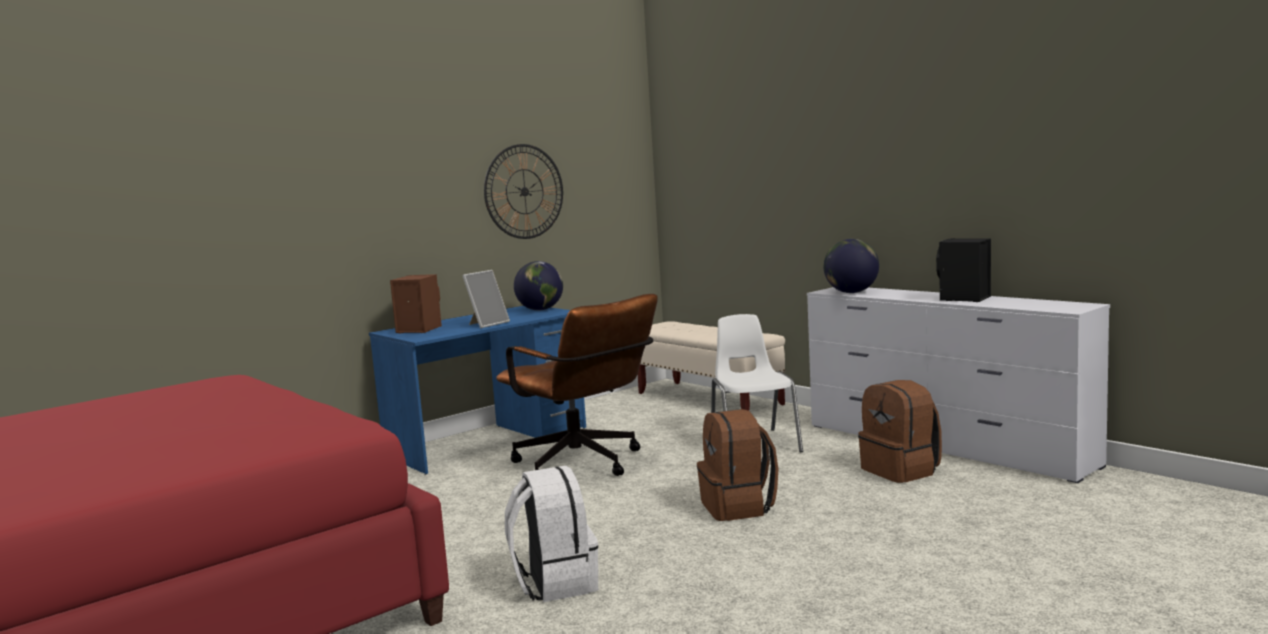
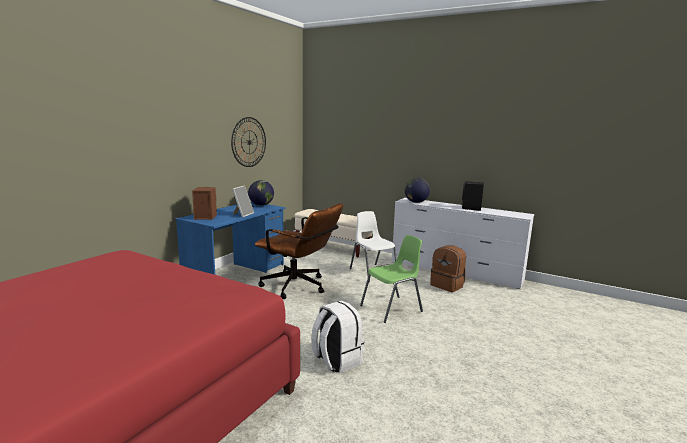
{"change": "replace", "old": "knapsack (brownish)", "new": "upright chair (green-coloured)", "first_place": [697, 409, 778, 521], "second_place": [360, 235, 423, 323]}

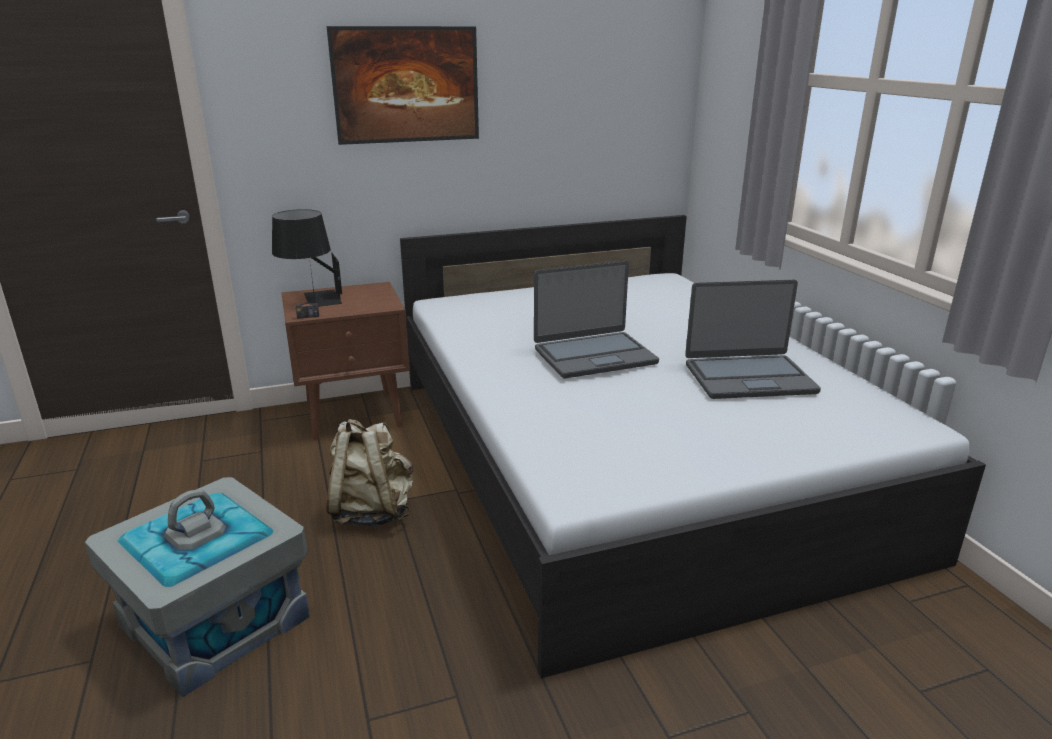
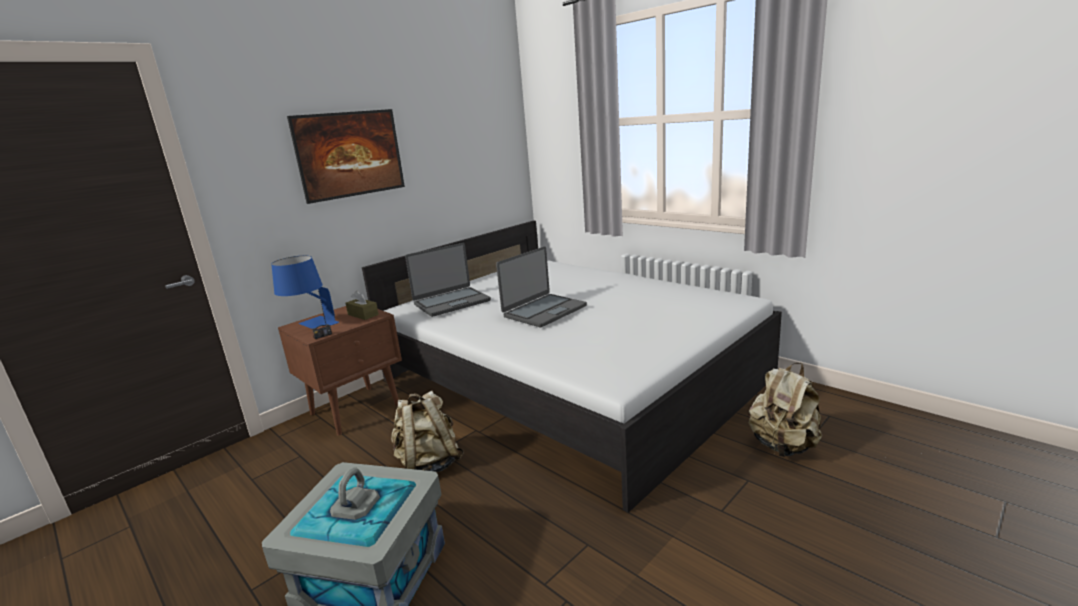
{"change": "recolor", "old": "tabletop lamp (black)", "new": "tabletop lamp (blue-coloured)", "first_place": [272, 209, 342, 307], "second_place": [271, 256, 339, 329]}
{"change": "move", "old": "portable computer", "first_place": [685, 280, 821, 399], "second_place": [405, 243, 491, 317]}
{"change": "insert", "new": "box of tissues (brownish)", "second_place": [346, 291, 379, 320]}
{"change": "insert", "new": "knapsack (beige)", "second_place": [748, 363, 822, 457]}

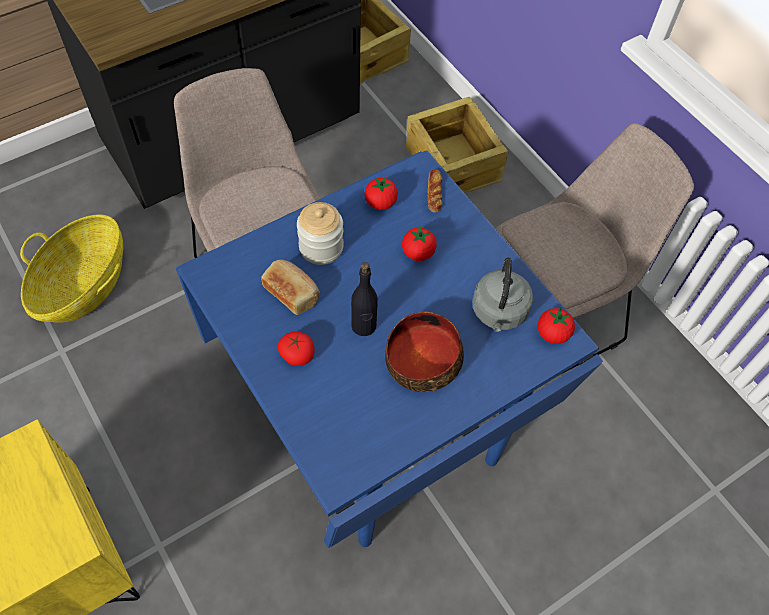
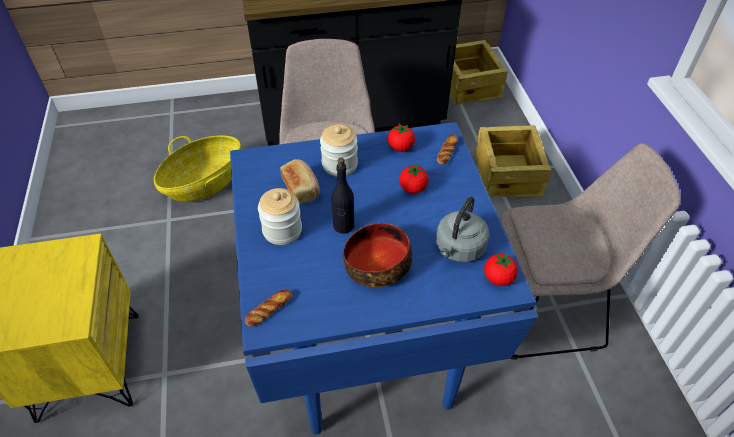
{"change": "replace", "old": "fresh tomato", "new": "storage jar", "first_place": [278, 331, 315, 366], "second_place": [258, 188, 302, 245]}
{"change": "insert", "new": "baked bread", "second_place": [245, 289, 292, 327]}

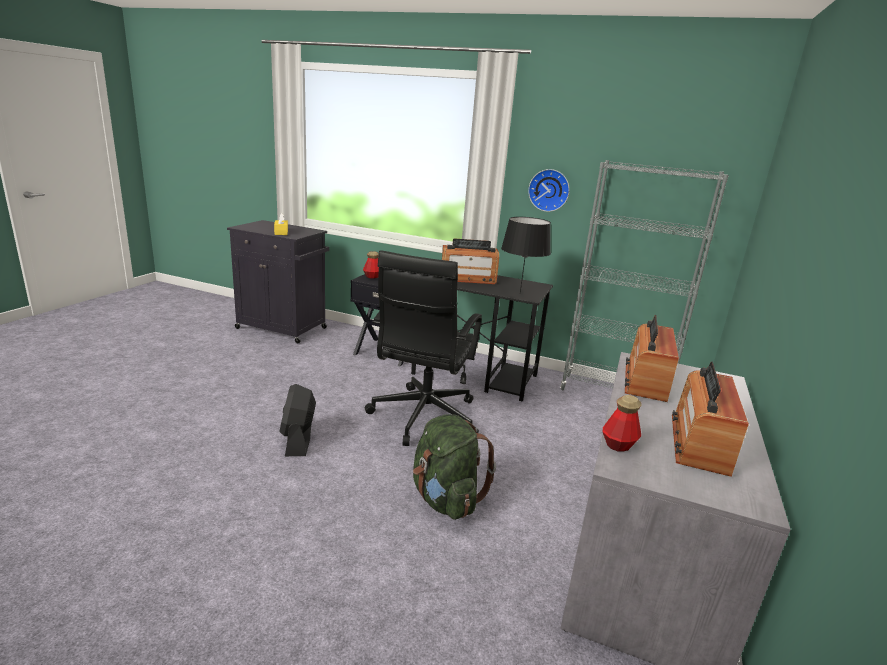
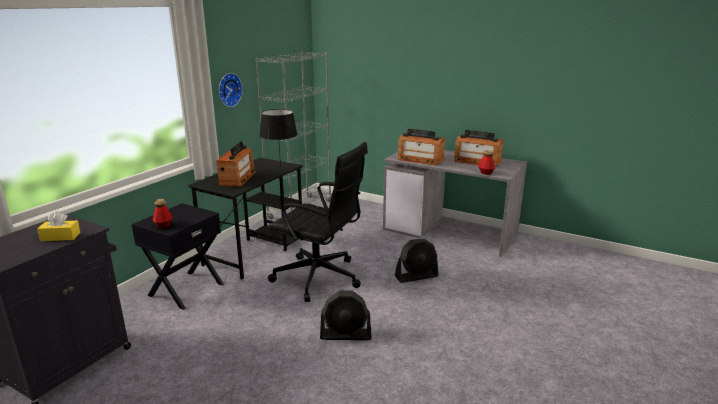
{"change": "replace", "old": "knapsack (green-coloured)", "new": "electric fan (black)", "first_place": [413, 414, 496, 520], "second_place": [395, 239, 439, 283]}

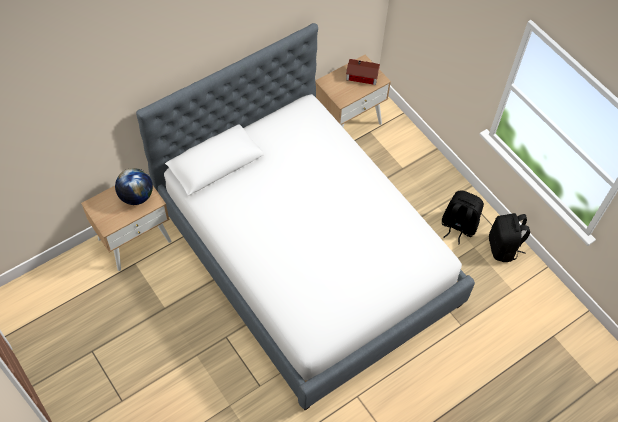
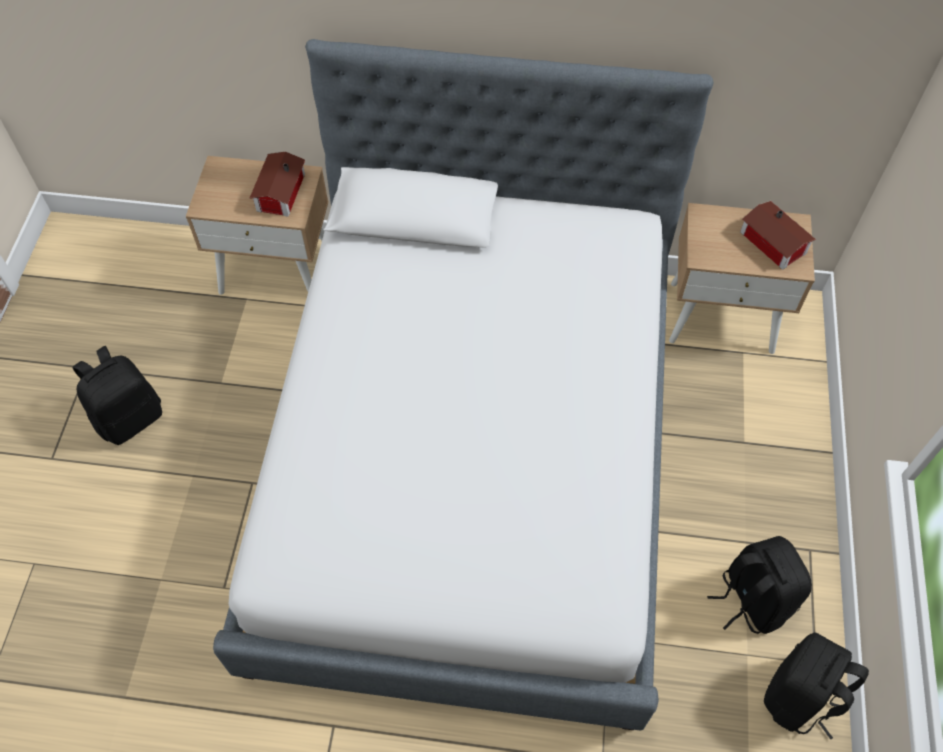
{"change": "replace", "old": "globe", "new": "toy house", "first_place": [115, 168, 153, 205], "second_place": [250, 152, 305, 217]}
{"change": "insert", "new": "knapsack (black)", "second_place": [72, 346, 162, 445]}

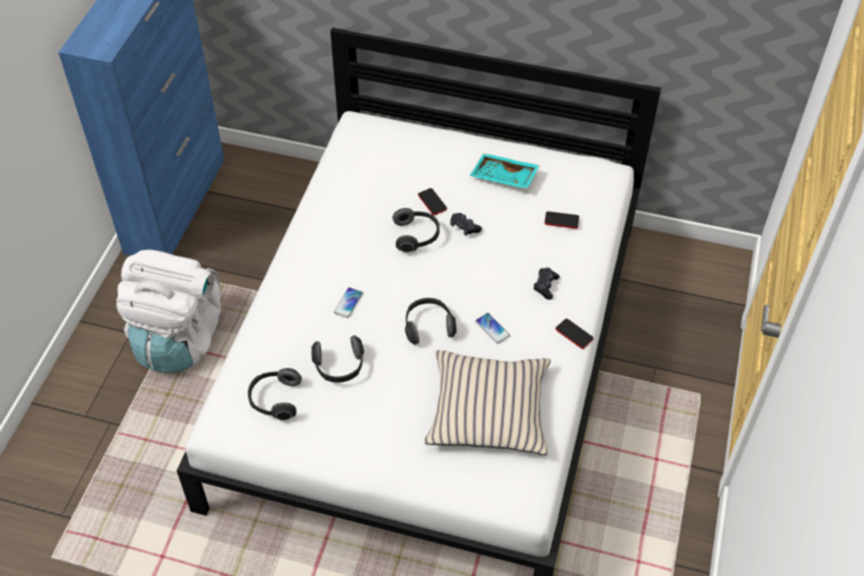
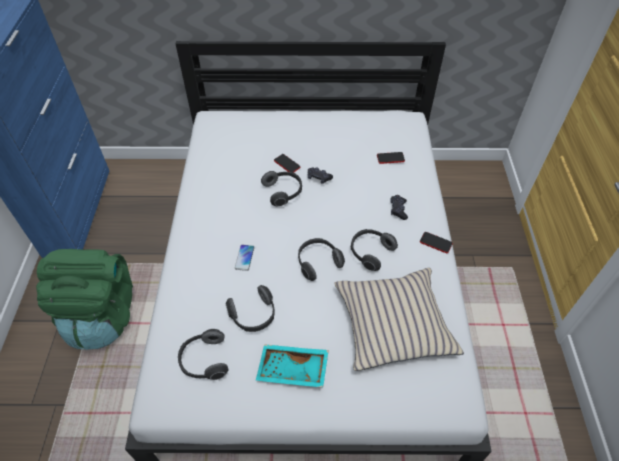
{"change": "recolor", "old": "knapsack (white)", "new": "knapsack (green-coloured)", "first_place": [116, 250, 221, 373], "second_place": [36, 249, 133, 350]}
{"change": "move", "old": "tray (blue-green)", "first_place": [470, 153, 540, 189], "second_place": [256, 344, 329, 388]}
{"change": "replace", "old": "phone", "new": "headphones", "first_place": [475, 313, 510, 344], "second_place": [351, 229, 398, 271]}

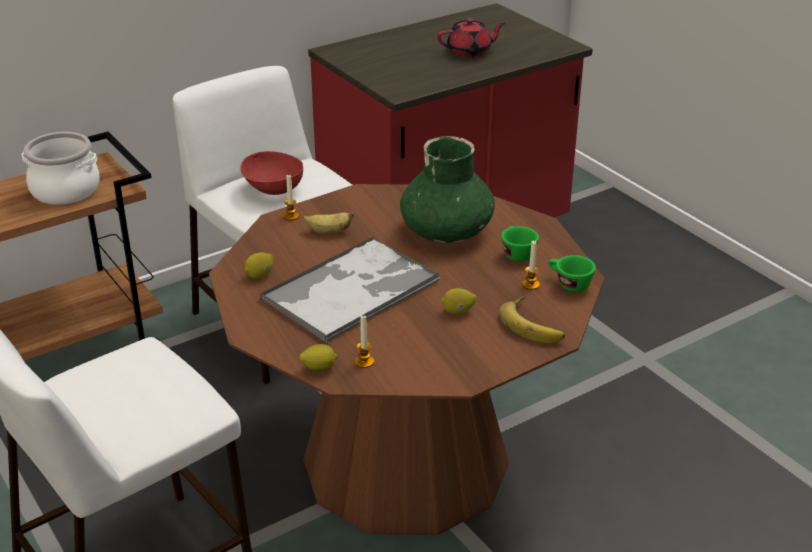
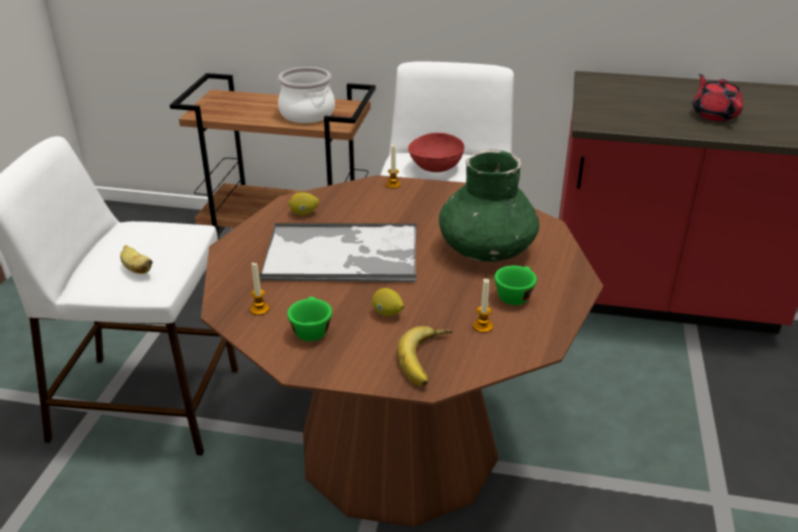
{"change": "delete", "old": "lemon", "first_place": [300, 344, 338, 372]}
{"change": "move", "old": "banana", "first_place": [303, 212, 354, 234], "second_place": [120, 245, 153, 274]}
{"change": "rotate", "old": "teapot (reddish)", "first_place": [437, 18, 506, 57], "second_place": [693, 74, 743, 121], "degrees": -135}
{"change": "move", "old": "cup (green-coloured)", "first_place": [548, 255, 596, 292], "second_place": [287, 297, 332, 341]}

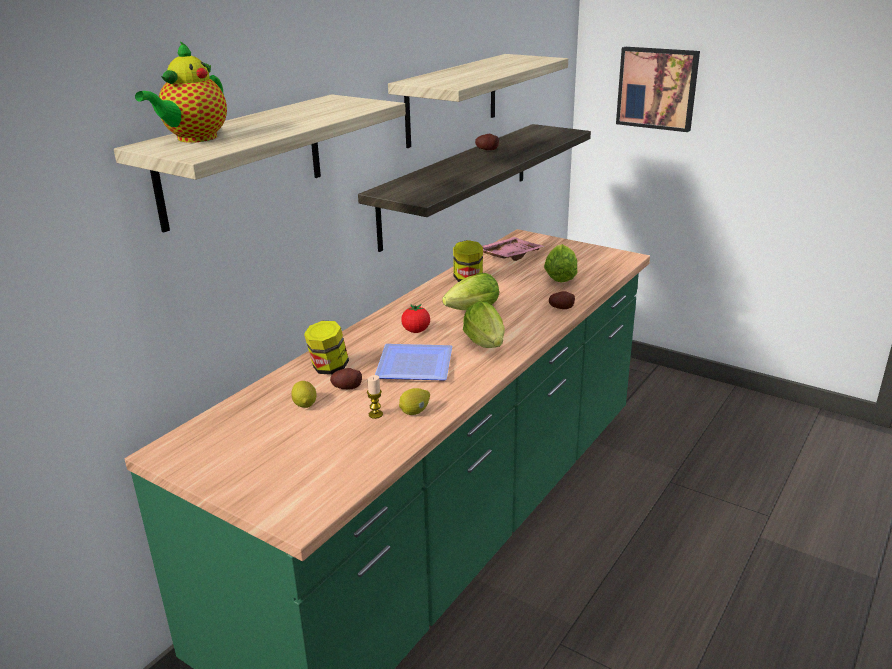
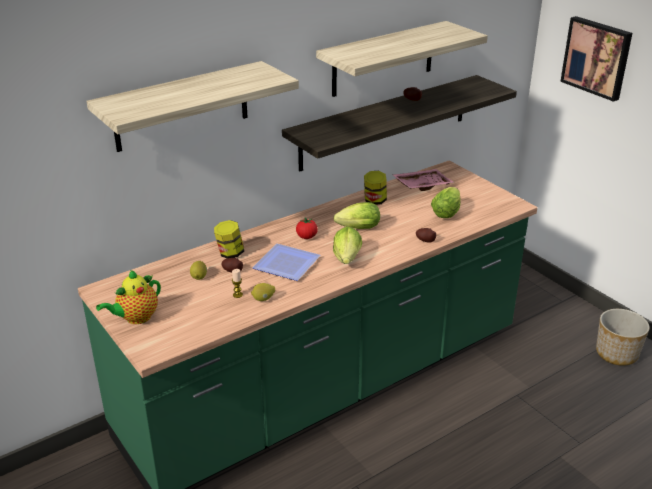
{"change": "move", "old": "teapot", "first_place": [135, 41, 227, 143], "second_place": [96, 270, 161, 324]}
{"change": "insert", "new": "planter", "second_place": [596, 309, 649, 366]}

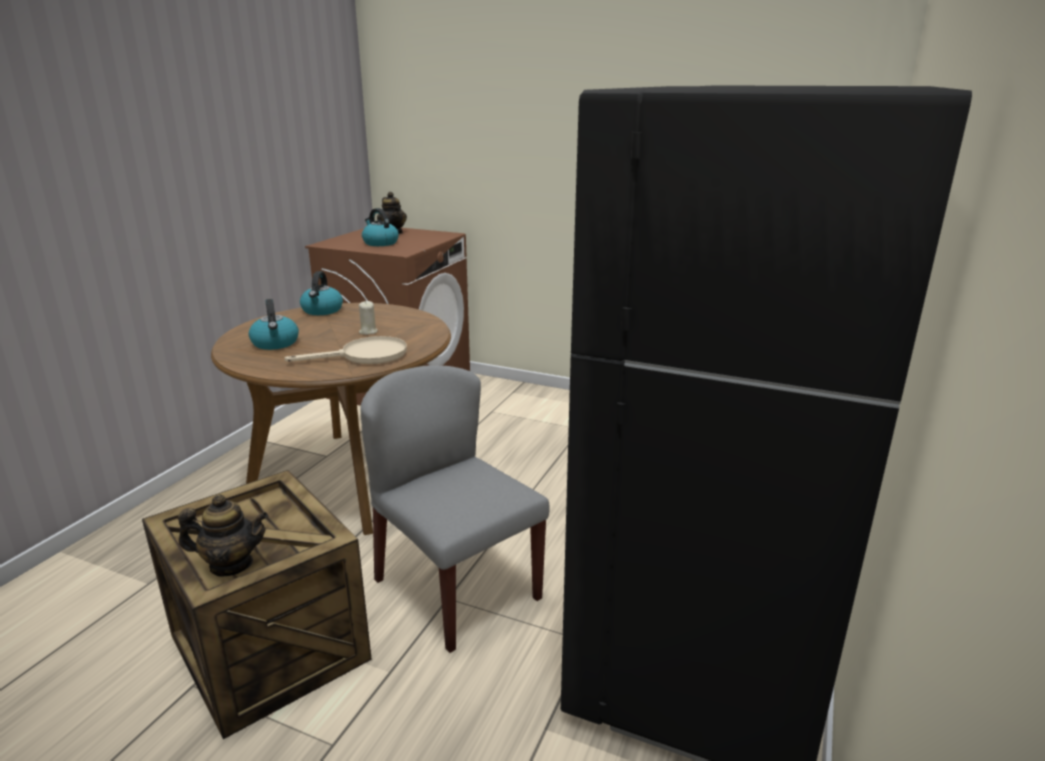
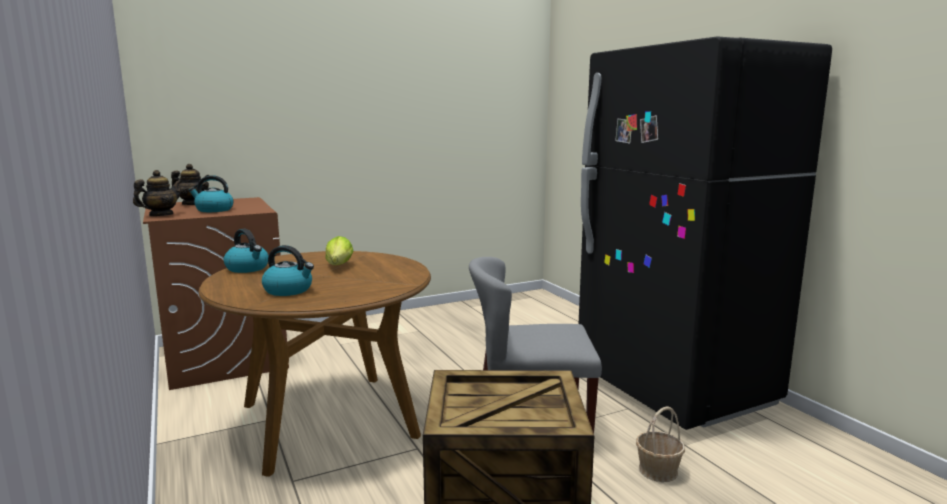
{"change": "move", "old": "teapot", "first_place": [178, 494, 268, 577], "second_place": [133, 170, 182, 216]}
{"change": "delete", "old": "skillet (beige)", "first_place": [284, 336, 407, 364]}
{"change": "replace", "old": "wax candle (beige)", "new": "lettuce head", "first_place": [359, 301, 378, 335], "second_place": [325, 236, 353, 265]}
{"change": "insert", "new": "basket", "second_place": [636, 406, 685, 482]}

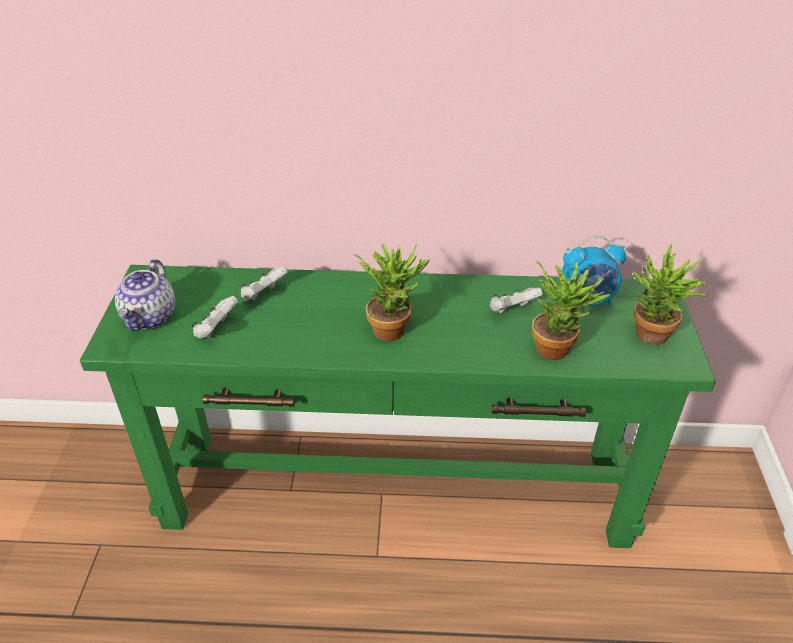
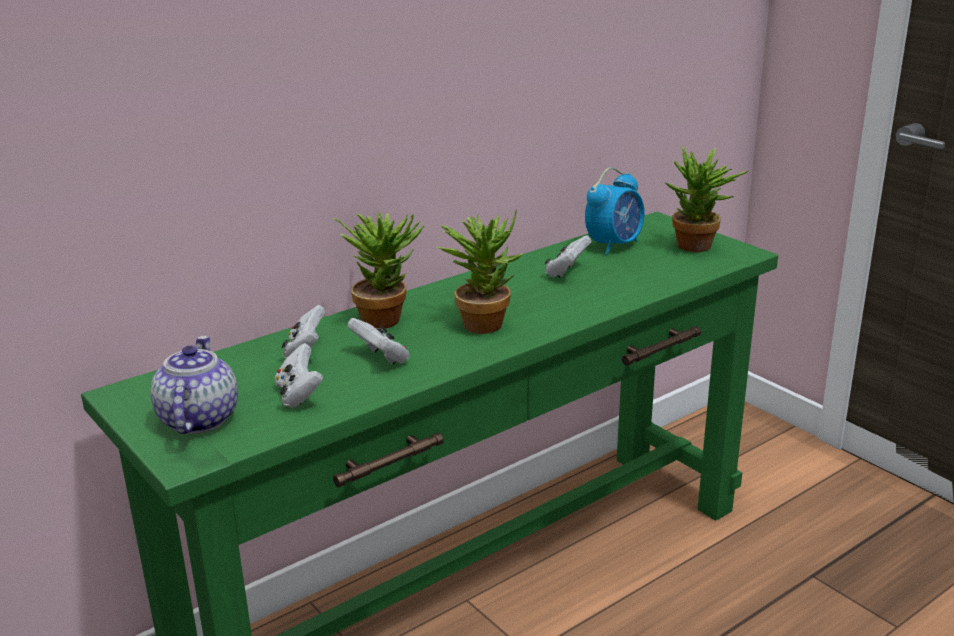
{"change": "rotate", "old": "teapot", "first_place": [114, 259, 176, 331], "second_place": [150, 336, 238, 434], "degrees": -150}
{"change": "move", "old": "potted plant", "first_place": [532, 260, 612, 360], "second_place": [333, 212, 424, 329]}
{"change": "insert", "new": "game controller (white)", "second_place": [347, 318, 410, 365]}

